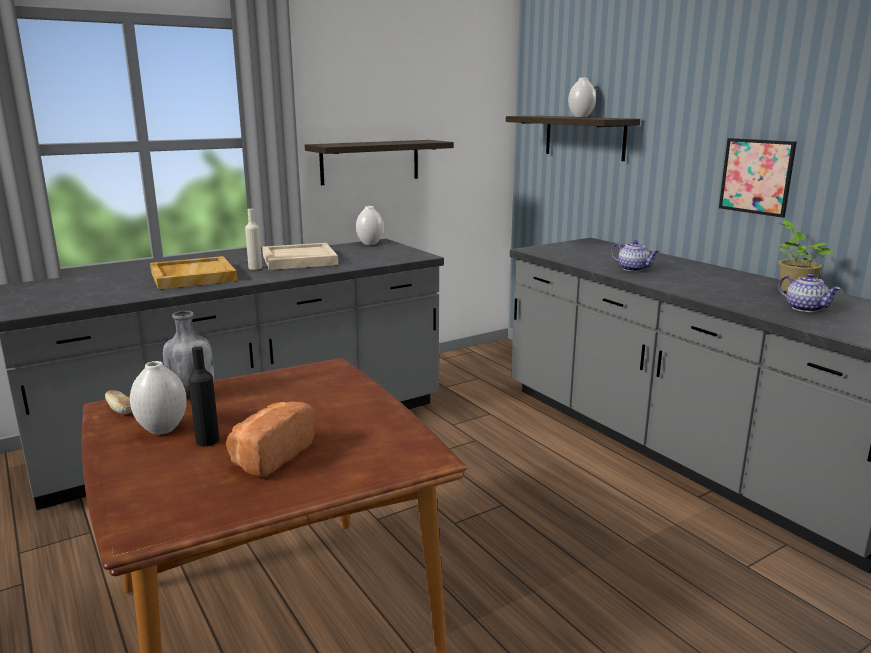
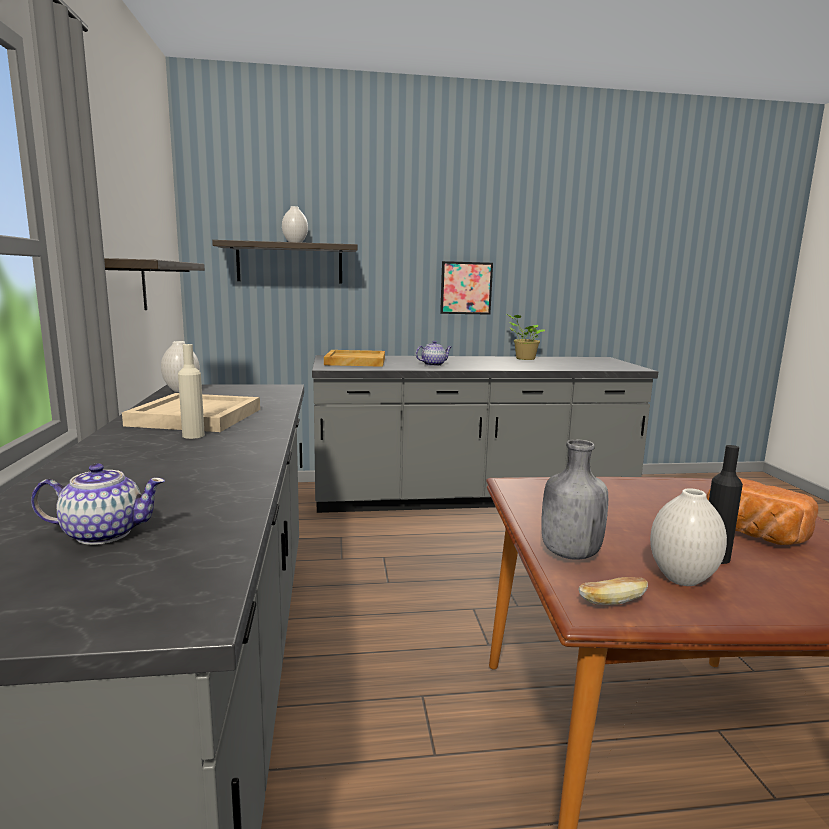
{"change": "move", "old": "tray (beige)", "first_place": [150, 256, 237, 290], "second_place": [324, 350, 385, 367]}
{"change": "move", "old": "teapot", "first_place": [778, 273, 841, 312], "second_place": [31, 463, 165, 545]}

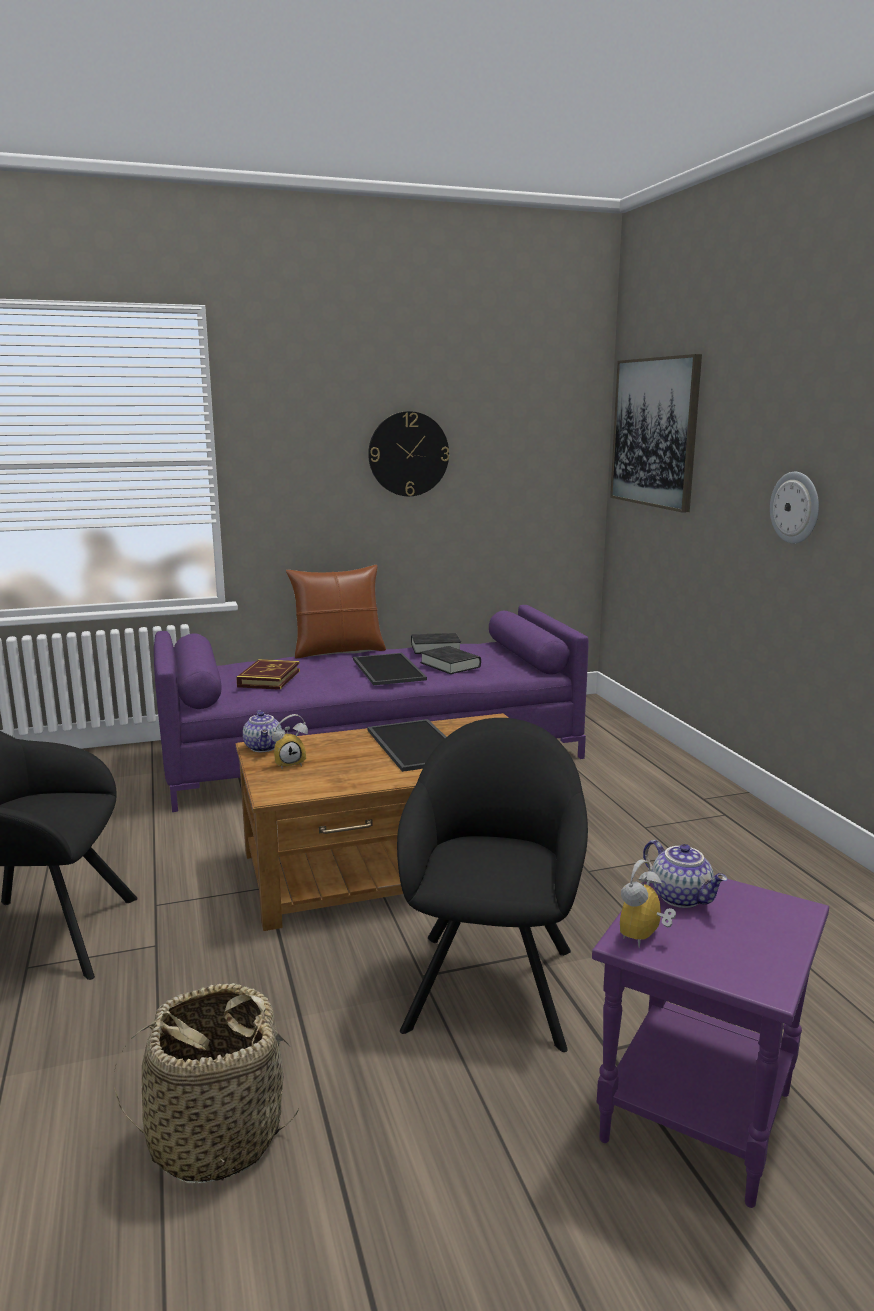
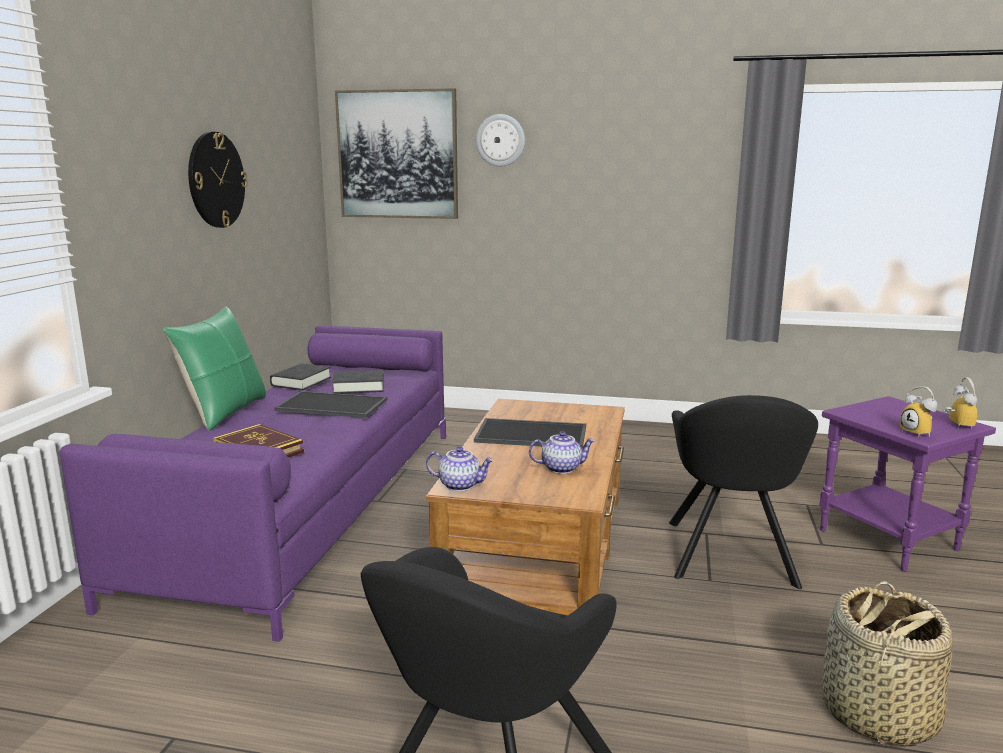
{"change": "move", "old": "table clock", "first_place": [272, 714, 308, 770], "second_place": [943, 377, 978, 429]}
{"change": "recolor", "old": "throw pillow (brownish)", "new": "throw pillow (green-coloured)", "first_place": [286, 565, 386, 658], "second_place": [163, 307, 266, 431]}
{"change": "rotate", "old": "easy chair (black)", "first_place": [397, 718, 588, 1052], "second_place": [669, 395, 818, 589], "degrees": -120}
{"change": "move", "old": "teapot", "first_place": [643, 840, 727, 908], "second_place": [529, 431, 595, 474]}
{"change": "move", "old": "clock on the wall", "first_place": [770, 472, 819, 544], "second_place": [476, 114, 525, 167]}

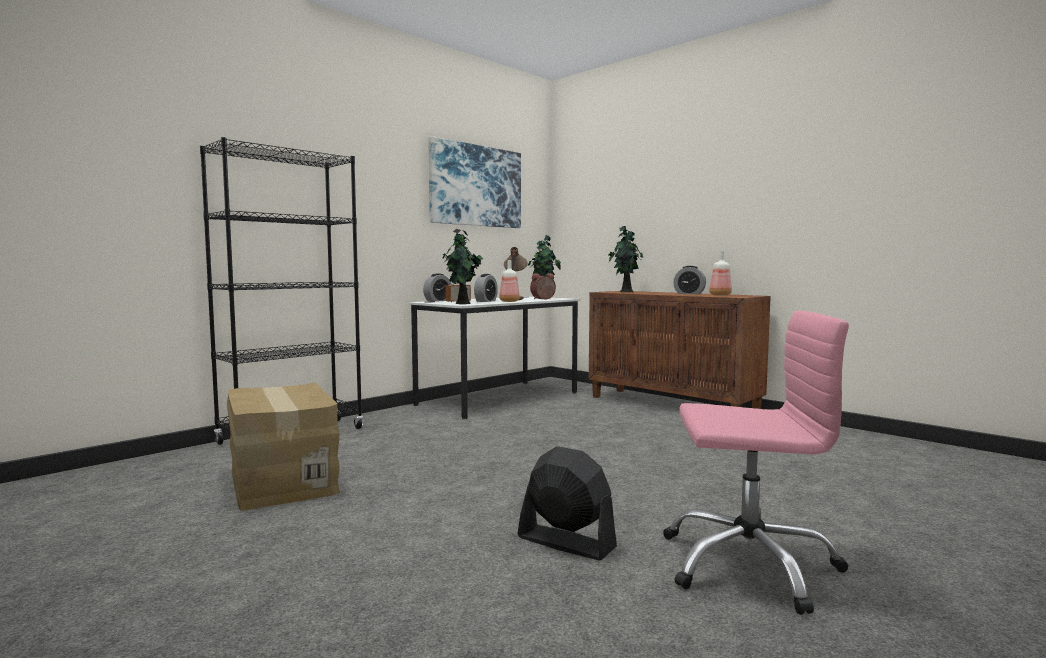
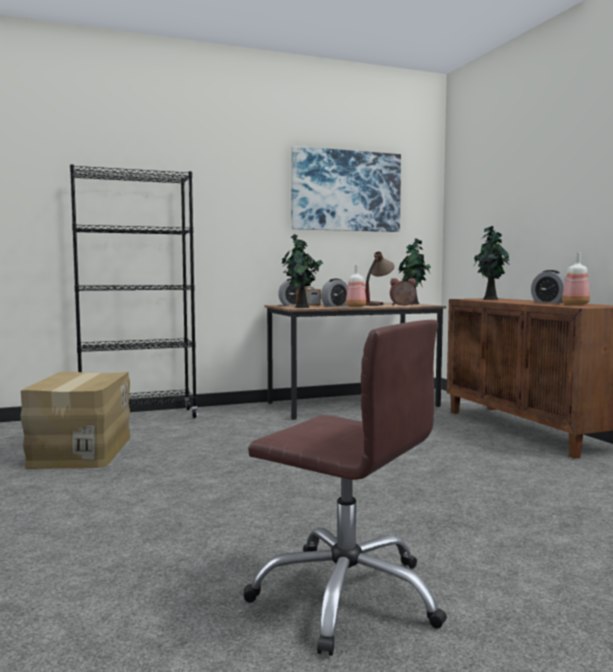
{"change": "recolor", "old": "desk table (white)", "new": "desk table (brownish)", "first_place": [408, 296, 581, 419], "second_place": [265, 303, 446, 420]}
{"change": "delete", "old": "electric fan (black)", "first_place": [517, 446, 617, 560]}
{"change": "recolor", "old": "desk chair (pinkish)", "new": "desk chair (brownish)", "first_place": [663, 311, 849, 615], "second_place": [243, 320, 447, 656]}

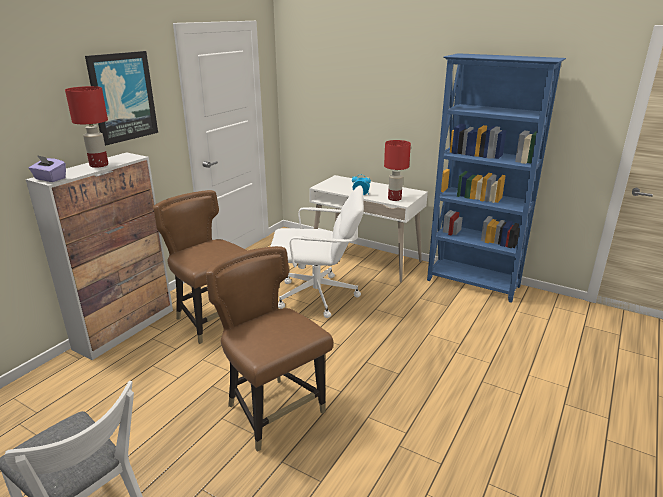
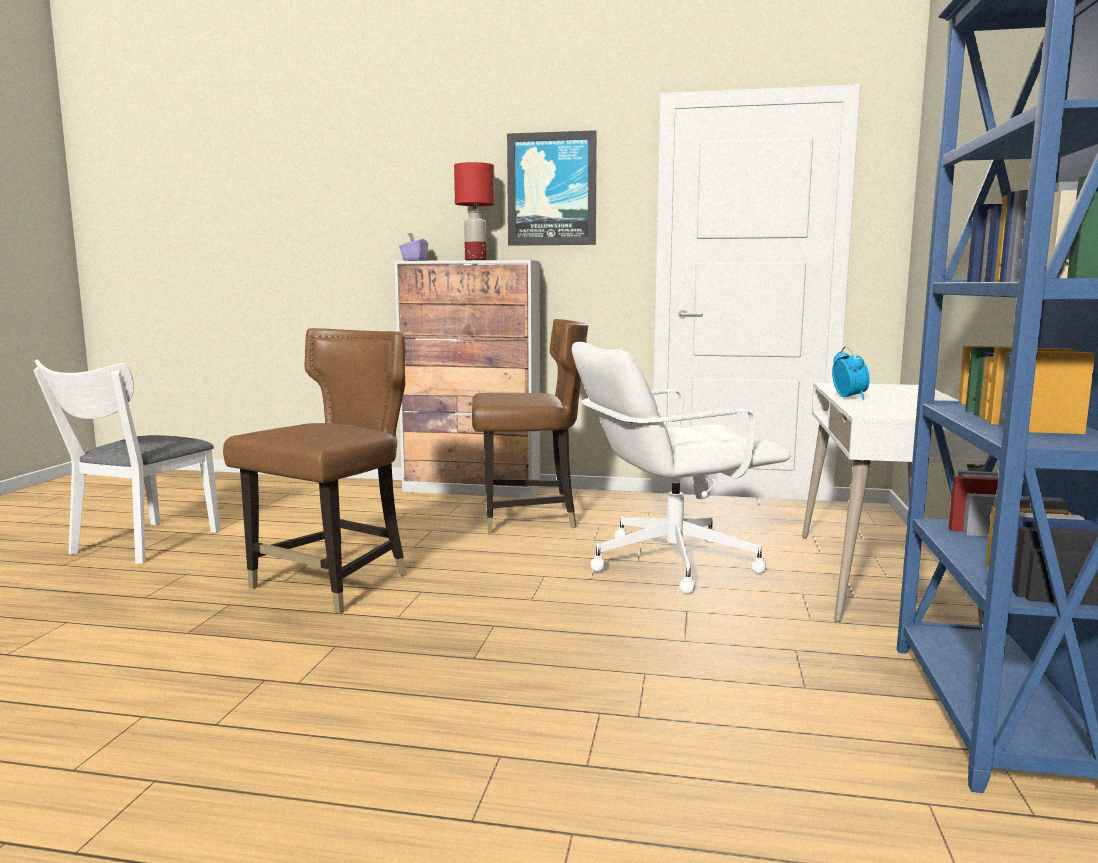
{"change": "rotate", "old": "upright chair (brownish)", "first_place": [153, 190, 248, 344], "second_place": [472, 319, 588, 533], "degrees": 60}
{"change": "rotate", "old": "desk chair (white)", "first_place": [270, 185, 364, 318], "second_place": [572, 342, 791, 594], "degrees": 90}
{"change": "delete", "old": "tabletop lamp (reddish)", "first_place": [384, 140, 411, 201]}

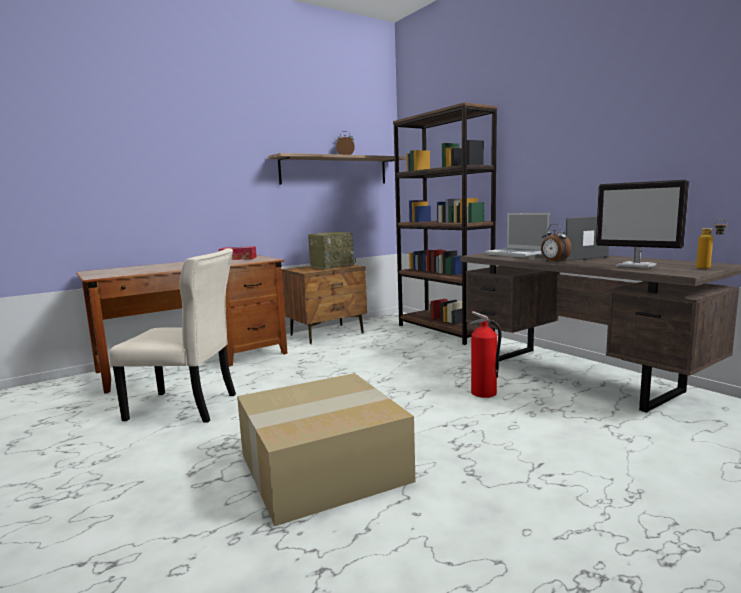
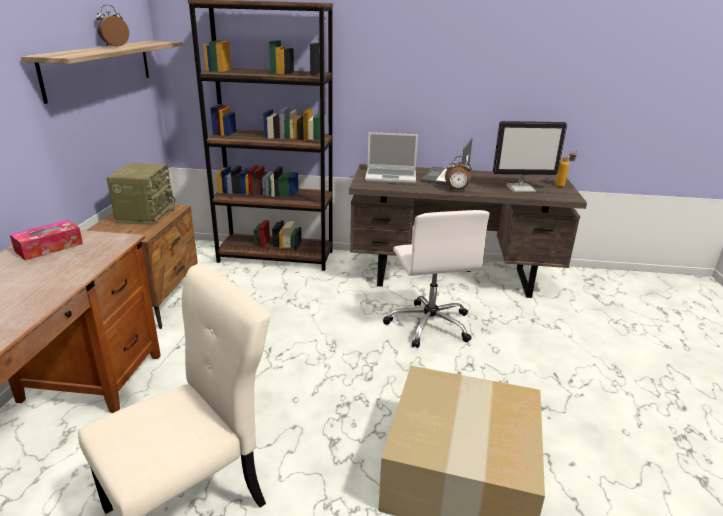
{"change": "replace", "old": "fire-fighting cylinder", "new": "desk chair (white)", "first_place": [469, 311, 502, 398], "second_place": [383, 210, 490, 348]}

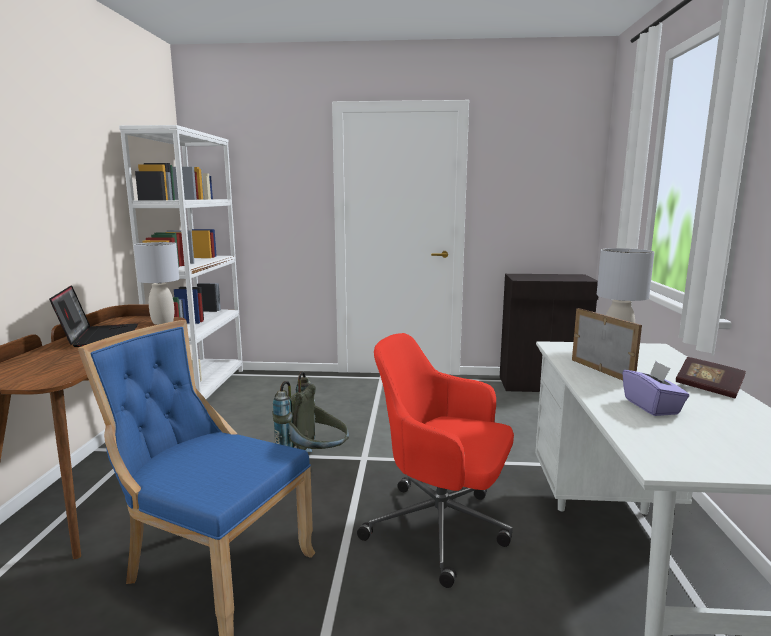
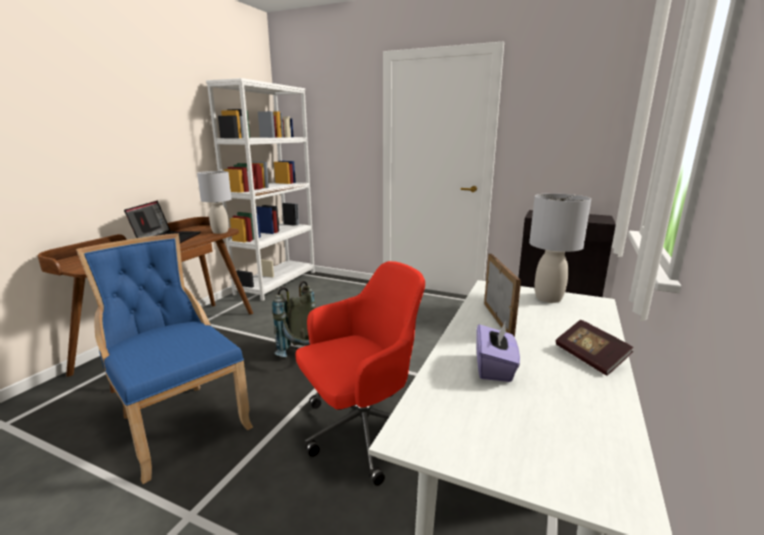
{"change": "rotate", "old": "desk chair (reddish)", "first_place": [357, 333, 514, 588], "second_place": [296, 261, 425, 486], "degrees": 105}

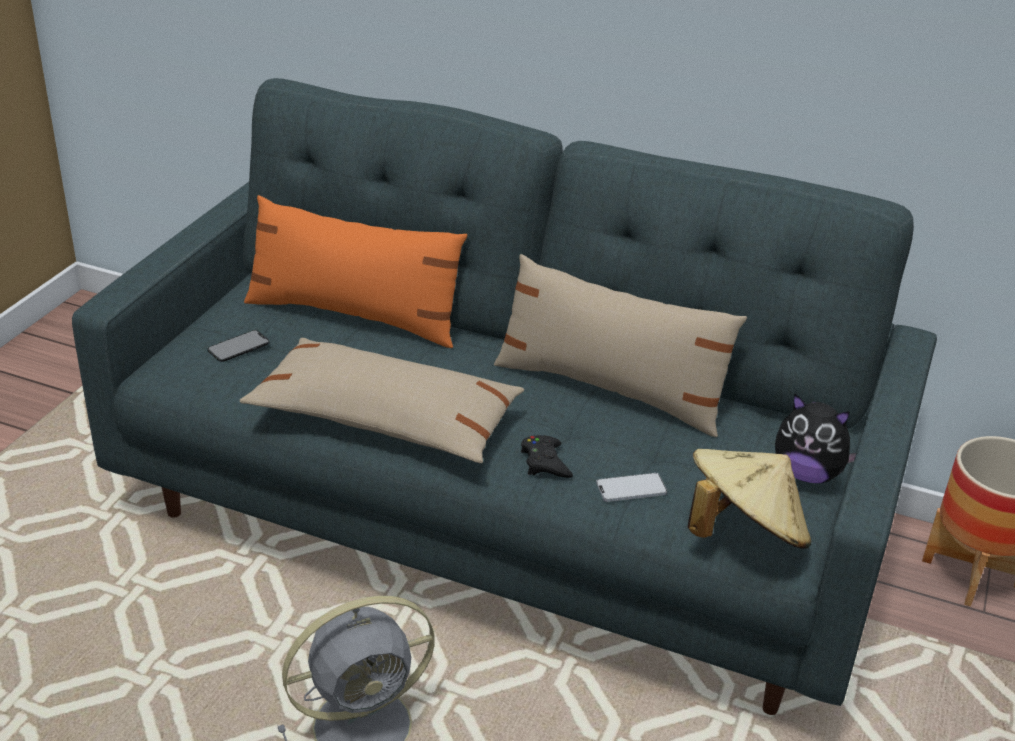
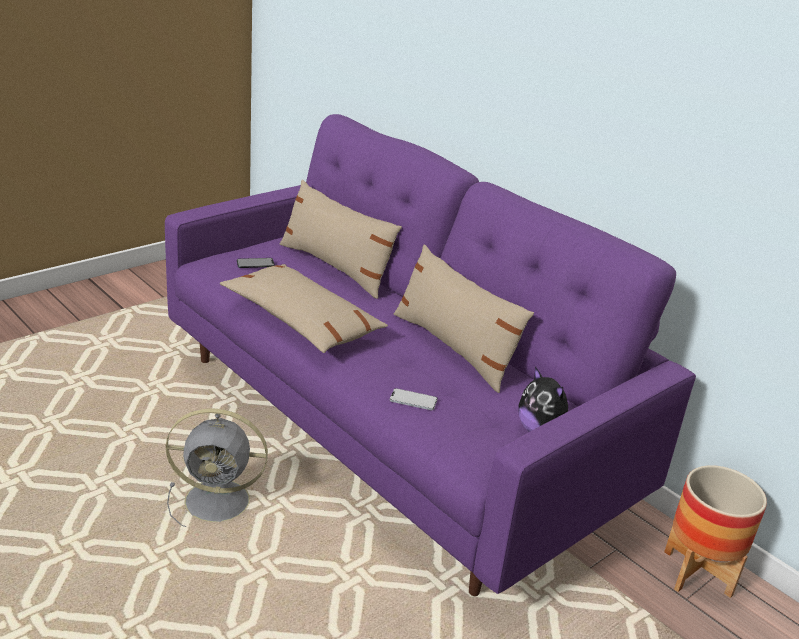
{"change": "recolor", "old": "sofa (grey)", "new": "sofa (purplish)", "first_place": [72, 78, 937, 715], "second_place": [165, 114, 696, 596]}
{"change": "recolor", "old": "throw pillow (orange)", "new": "throw pillow (beige)", "first_place": [244, 195, 467, 348], "second_place": [280, 180, 402, 299]}
{"change": "delete", "old": "game controller (black)", "first_place": [521, 435, 573, 478]}
{"change": "delete", "old": "clothing hat (beige)", "first_place": [688, 449, 811, 549]}

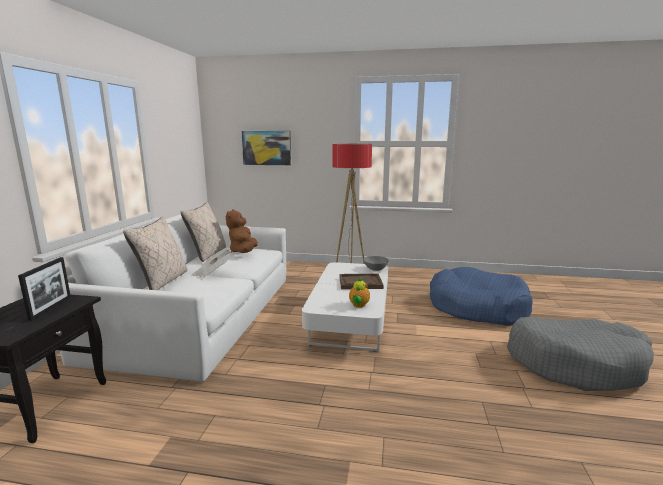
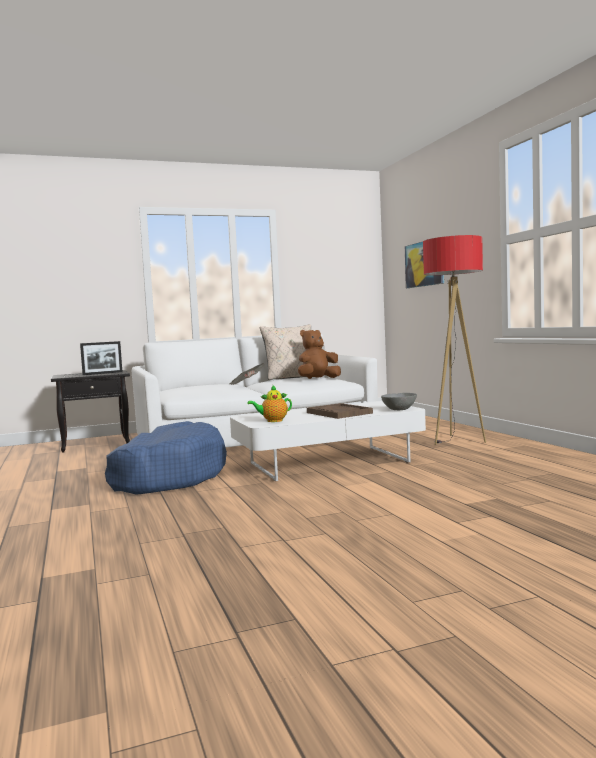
{"change": "delete", "old": "throw pillow (beige)", "first_place": [123, 217, 187, 290]}
{"change": "move", "old": "dog bed (blue-coloured)", "first_place": [430, 267, 532, 326], "second_place": [105, 421, 227, 495]}
{"change": "delete", "old": "dog bed (grey)", "first_place": [507, 317, 654, 391]}

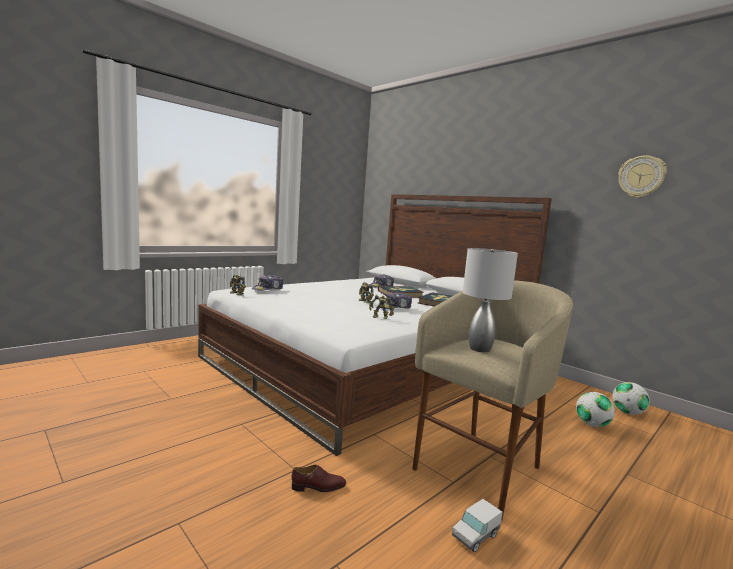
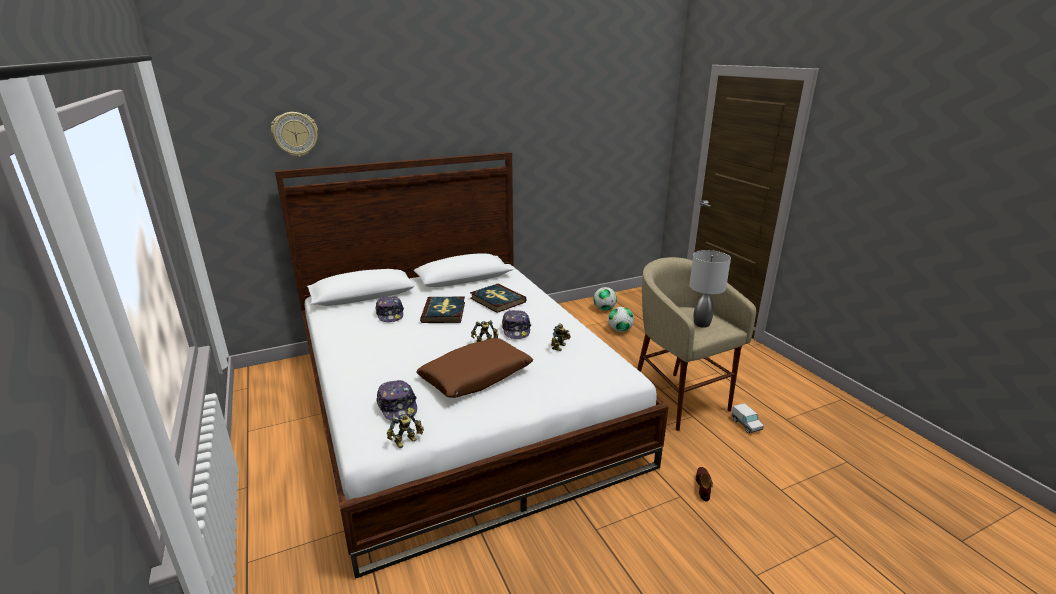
{"change": "move", "old": "clock on the wall", "first_place": [618, 155, 667, 198], "second_place": [271, 112, 318, 157]}
{"change": "insert", "new": "throw pillow (brownish)", "second_place": [416, 338, 533, 398]}

